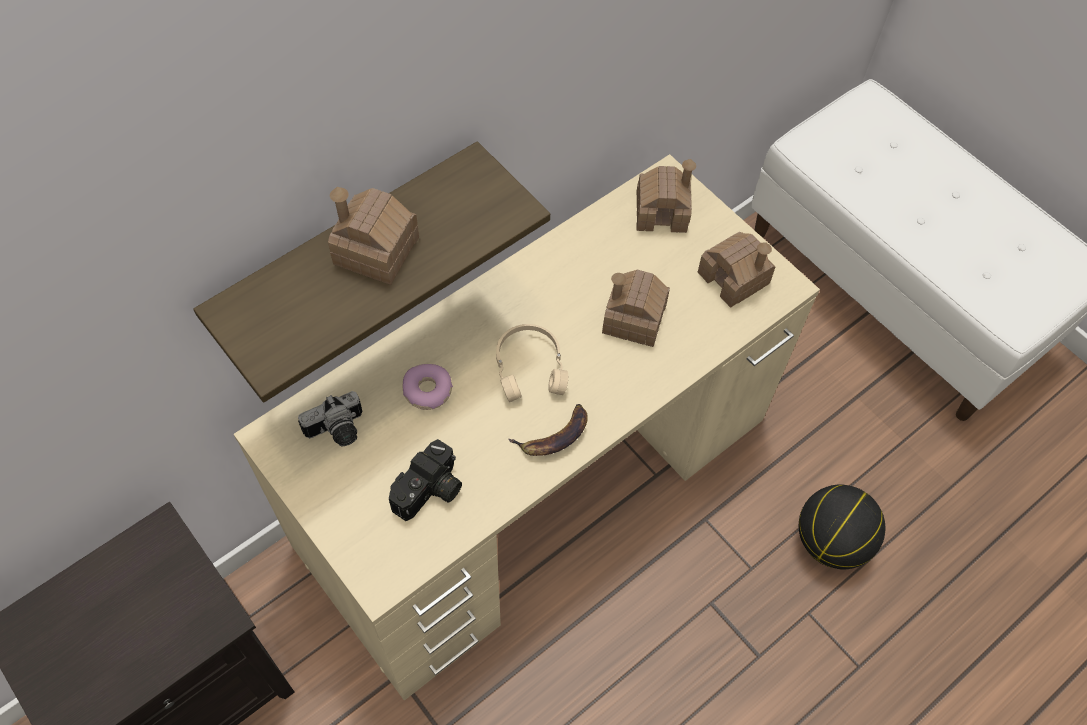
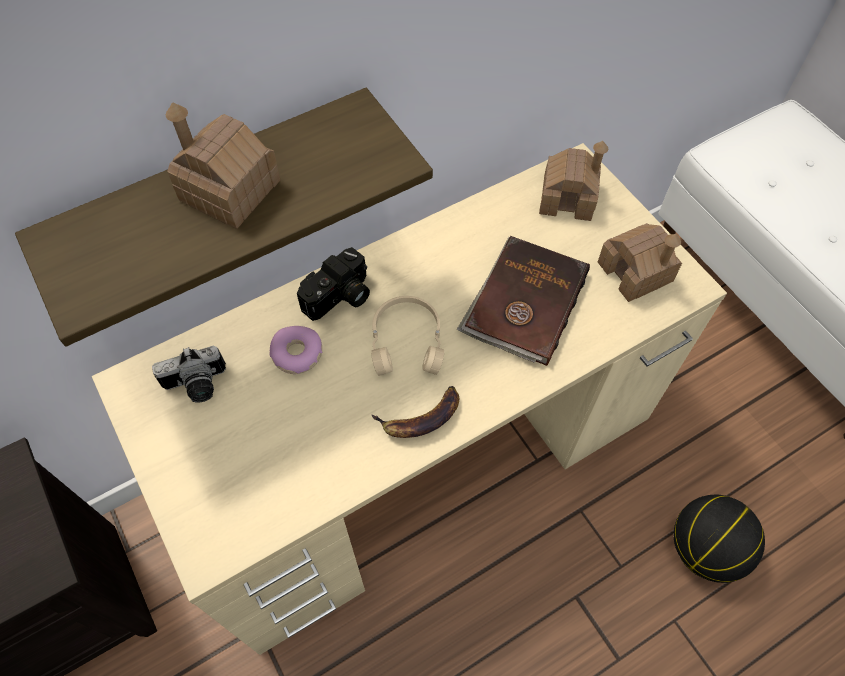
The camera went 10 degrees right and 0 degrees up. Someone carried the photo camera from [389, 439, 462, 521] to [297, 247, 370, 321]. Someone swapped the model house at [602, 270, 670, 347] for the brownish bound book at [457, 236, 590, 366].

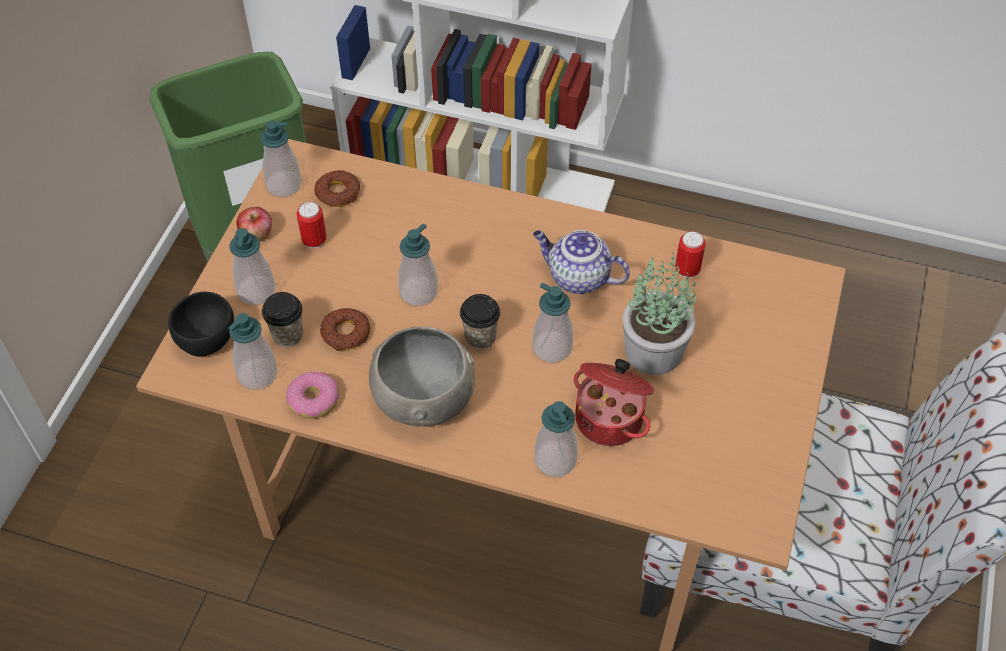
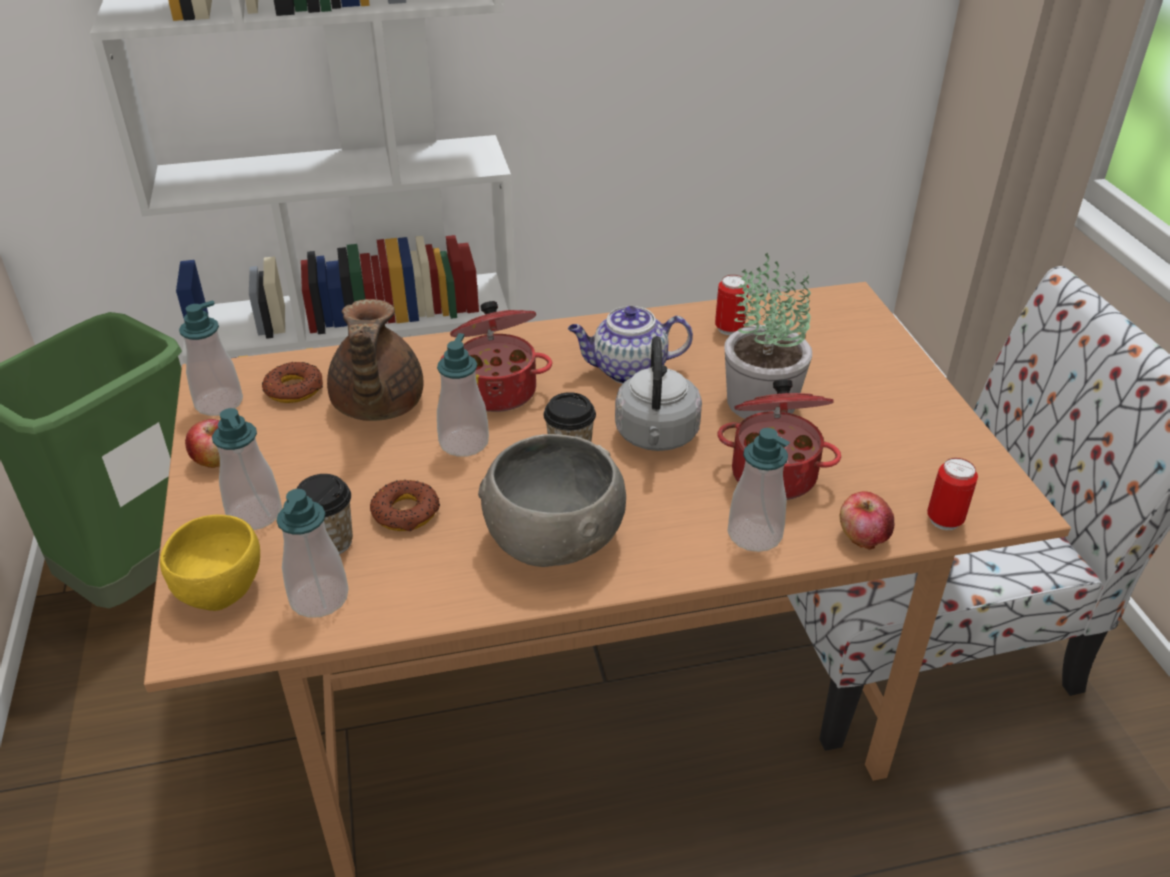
The camera went 30 degrees left and 15 degrees down. Someone repainted the blackish serving bowl at [168, 292, 234, 357], which became the yellowish serving bowl at [160, 515, 260, 611]. Someone put down the brownish tea pot at [327, 299, 424, 421]. Someone put down the cooking pot at [440, 301, 552, 412]. Someone swapped the liquid soap bottle at [533, 283, 573, 363] for the greyish water kettle at [615, 336, 702, 451]. Someone put down the apple at [840, 491, 895, 550]. Someone carried the sealed can from [296, 202, 327, 248] to [927, 458, 978, 530]. Someone took away the ring doughnut at [286, 371, 339, 419].

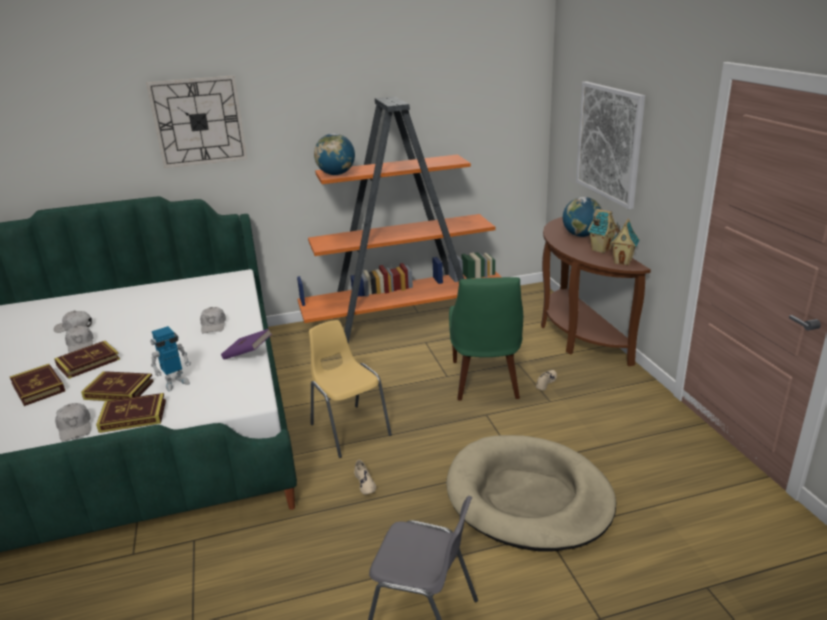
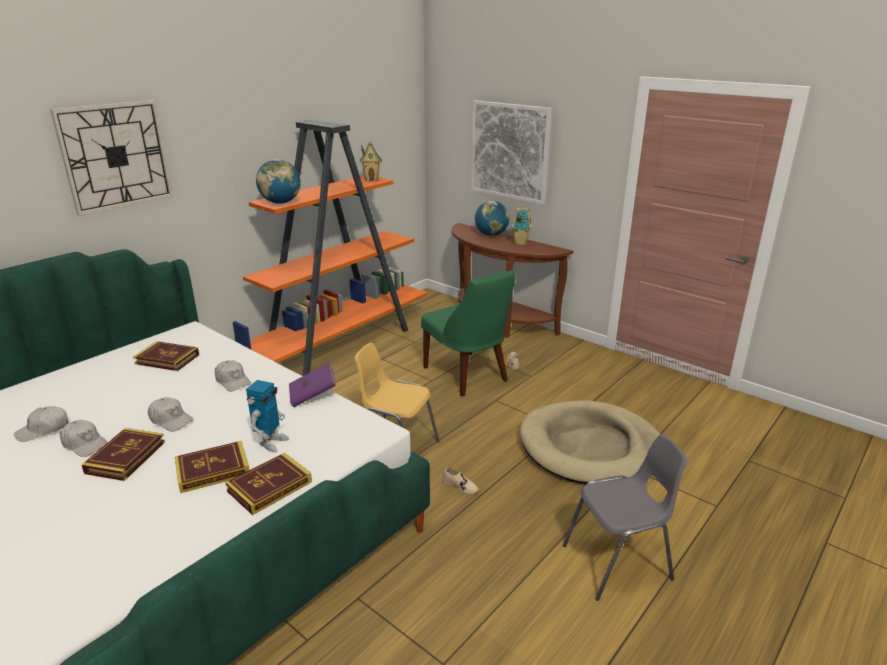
The camera went 35 degrees left and 0 degrees up. Someone carried the bound book from [10, 364, 65, 406] to [133, 341, 199, 371]. Someone carried the white-coloured cap from [55, 403, 91, 441] to [148, 397, 194, 431]. Someone carried the model house from [610, 218, 640, 266] to [360, 141, 382, 181].

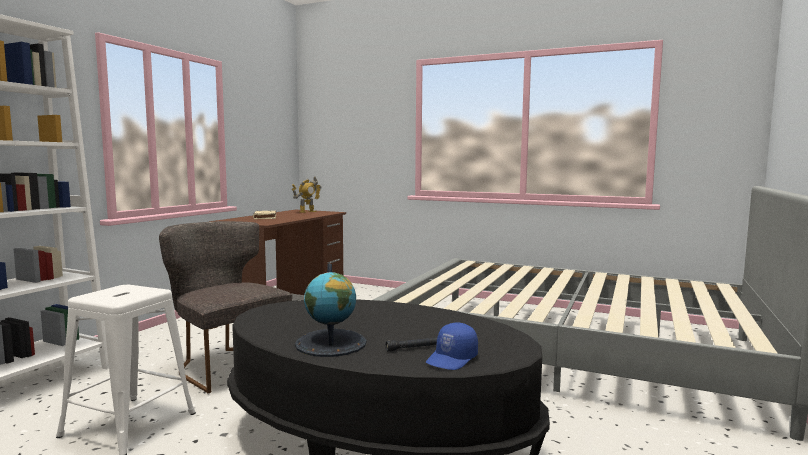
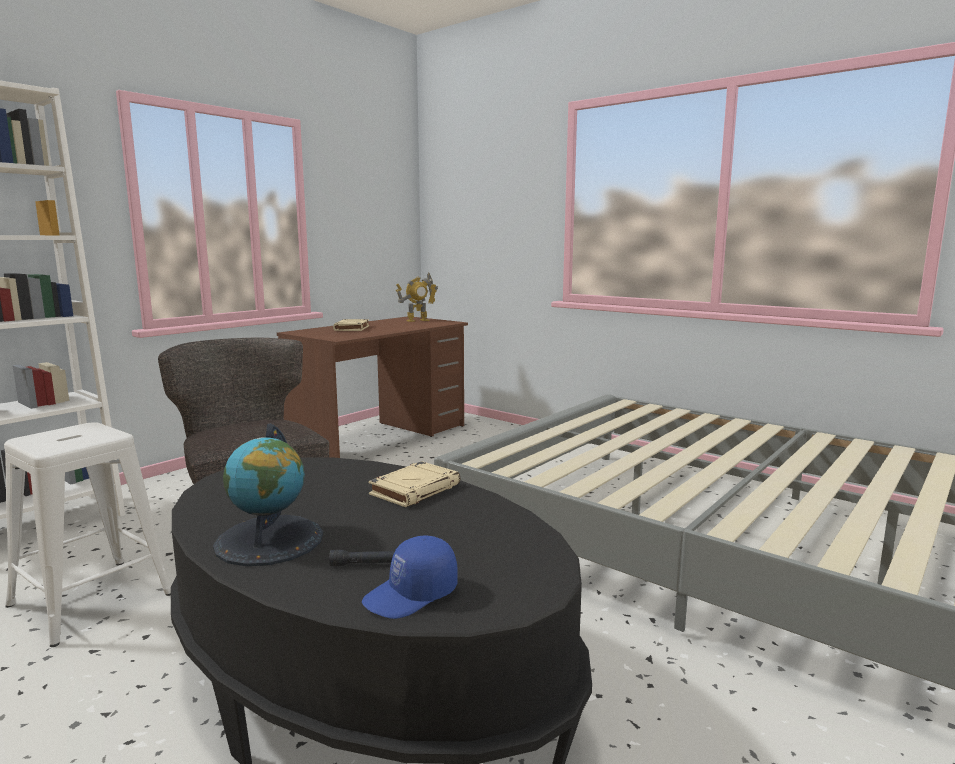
The camera went 15 degrees right and 5 degrees up. Someone put down the beige bound book at [368, 461, 460, 507].

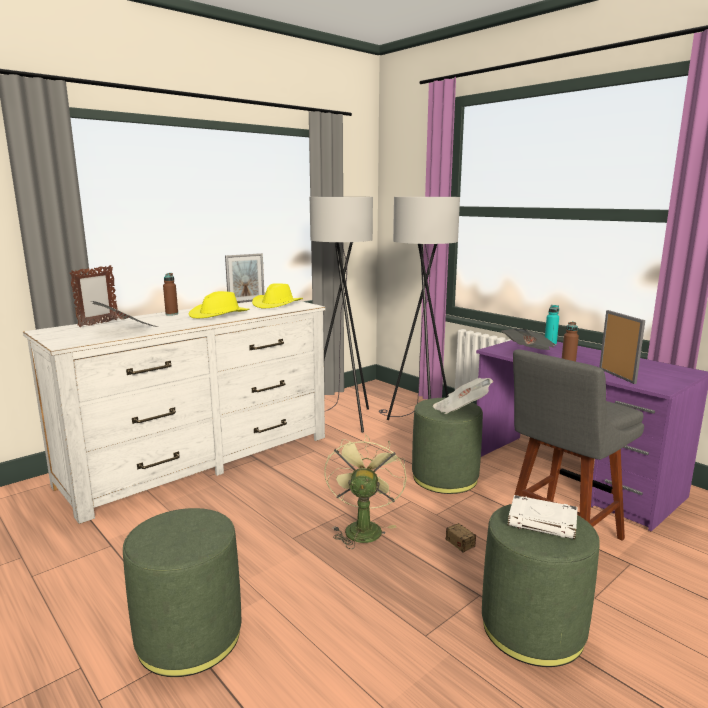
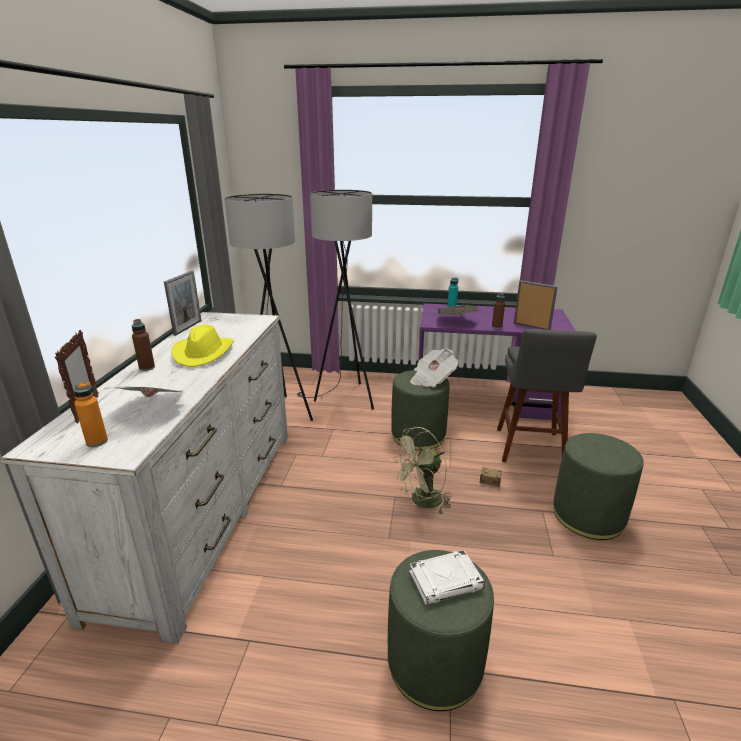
The camera went 40 degrees left and 10 degrees up. Someone put down the orange-coloured bottle at [74, 382, 108, 447]. Someone rotated the greenish fan at [324, 434, 407, 549] by 90 degrees counterclockwise. Someone carried the white-coloured bound book from [508, 495, 578, 539] to [409, 550, 485, 605]. Someone took away the yellowish clothing hat at [252, 283, 303, 308].

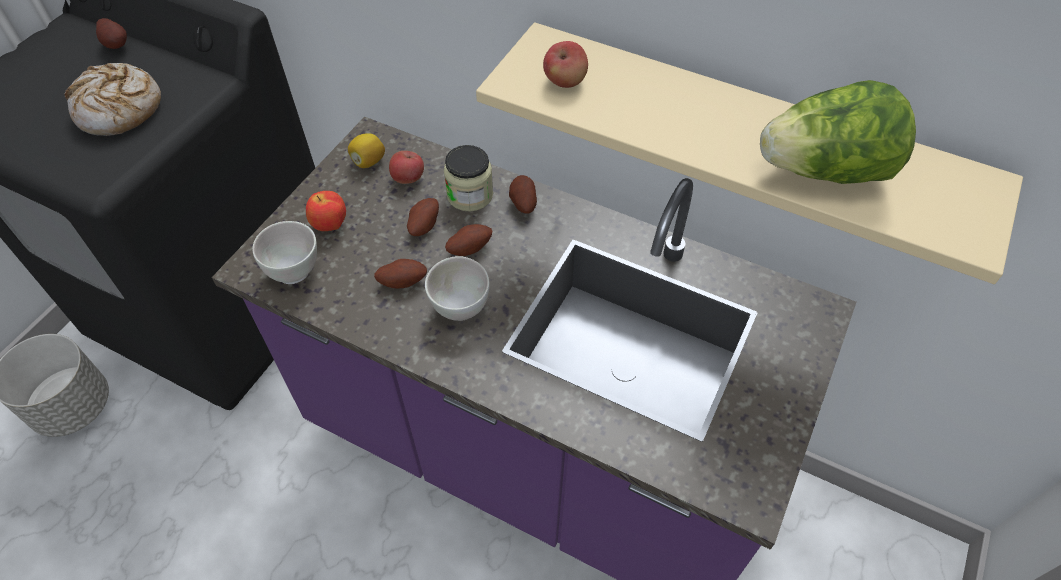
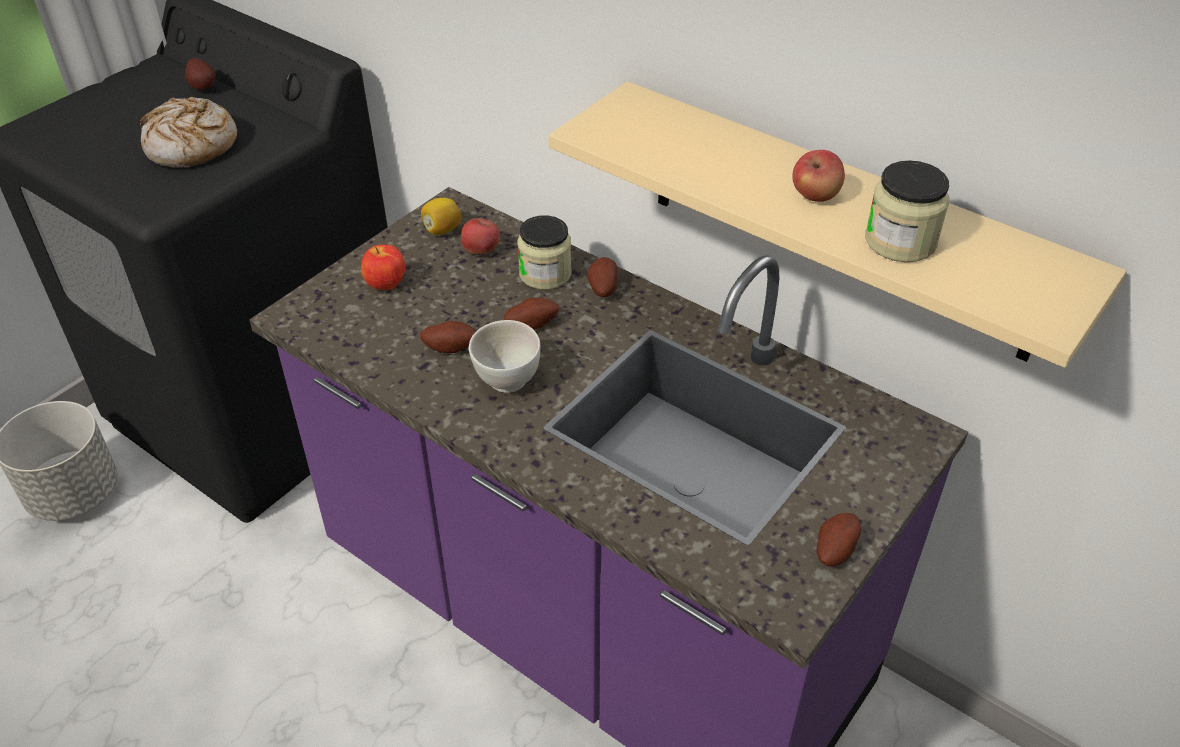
The camera went 10 degrees right and 10 degrees down. Someone carried the apple from [543, 41, 588, 88] to [792, 150, 845, 202]. Someone carried the potato from [407, 198, 439, 236] to [817, 513, 861, 566]. Someone swapped the lettuce at [760, 80, 916, 184] for the preserve jar at [865, 160, 949, 262]. Someone took away the white-coloured serving bowl at [252, 221, 317, 284].

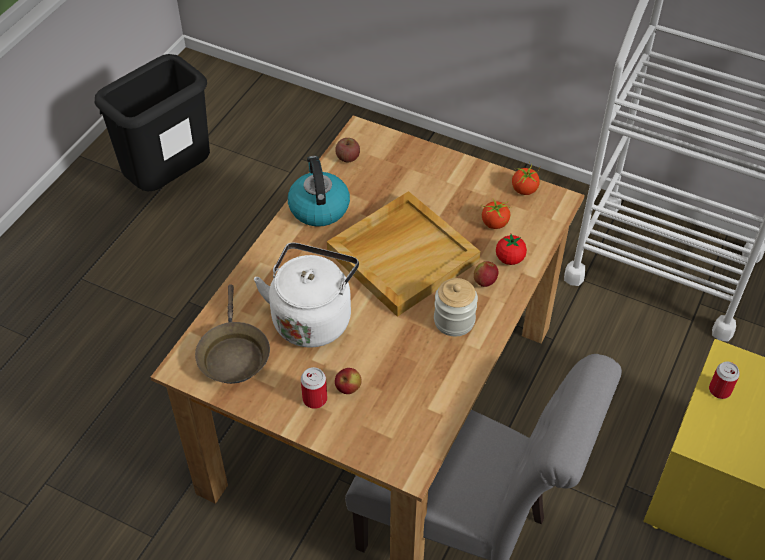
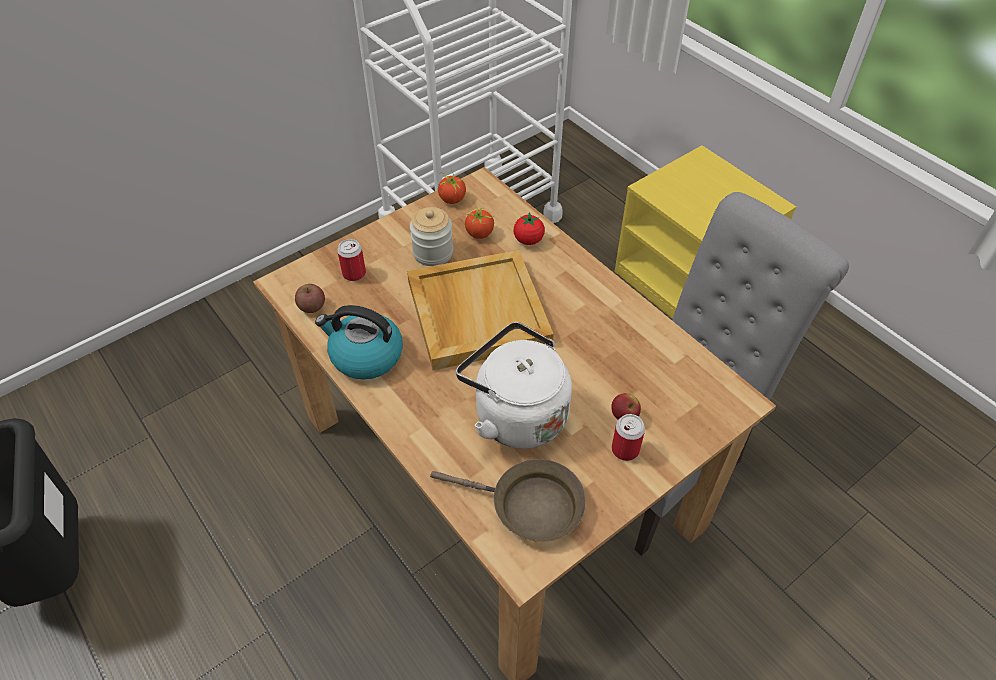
The camera went 65 degrees left and 0 degrees up. Someone carried the sealed can from [709, 362, 740, 399] to [337, 239, 366, 281]. Someone carried the preserve jar from [434, 278, 478, 336] to [410, 207, 453, 266]. Someone took away the apple at [474, 261, 498, 287].

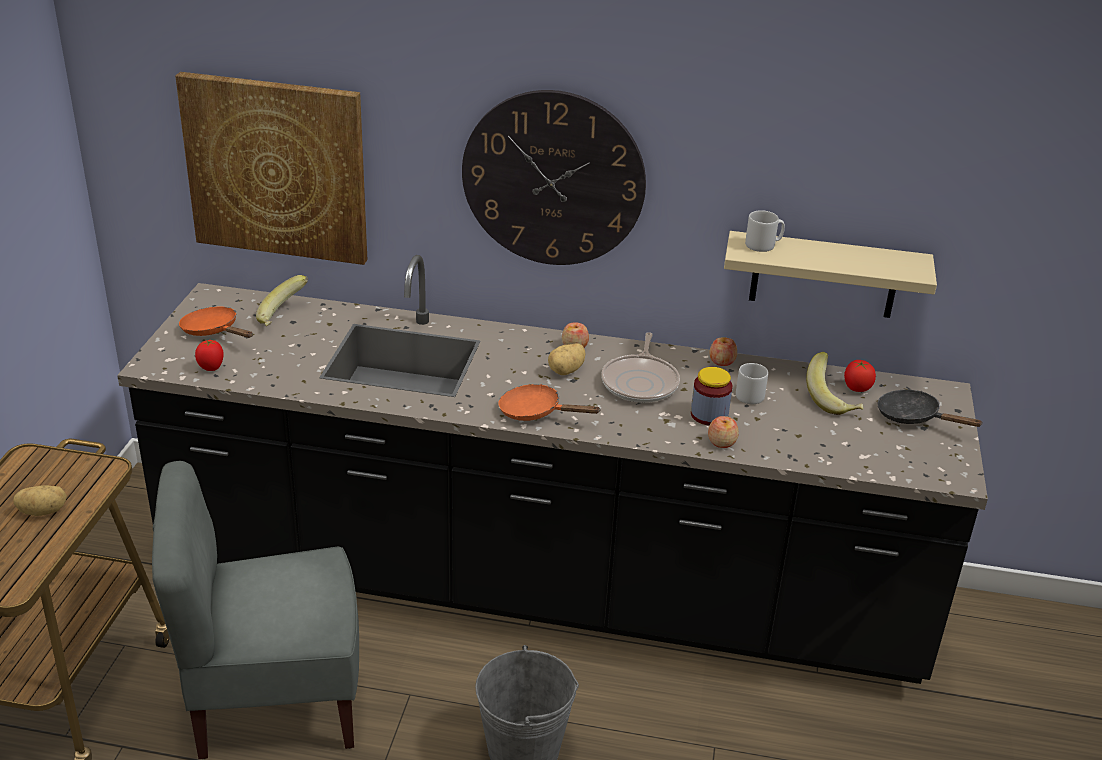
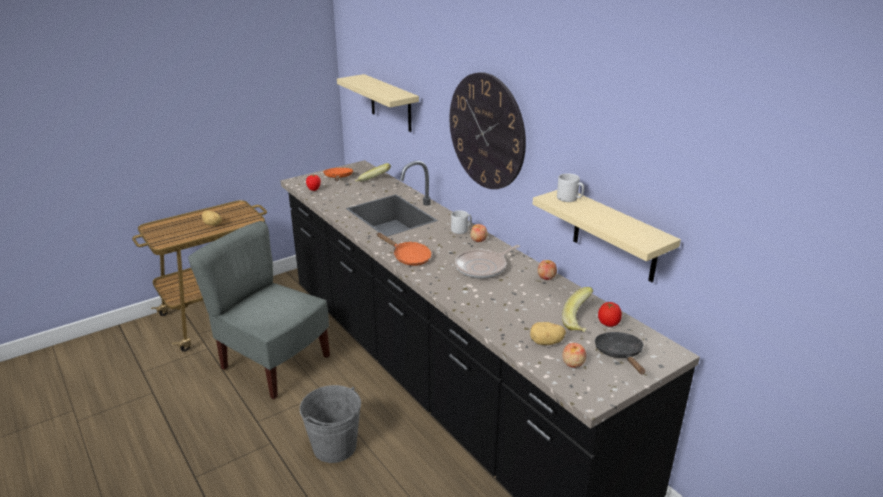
The camera went 45 degrees right and 5 degrees down. Someone swapped the picture at [175, 72, 367, 265] for the beige wall shelf at [337, 74, 419, 132]. Someone rotated the orange-coloured skillet at [498, 384, 600, 421] by 150 degrees clockwise. Someone carried the greyish mug from [736, 363, 768, 404] to [451, 210, 472, 234]. Someone carried the potato from [548, 343, 586, 375] to [530, 322, 566, 345]. Someone carried the apple from [708, 416, 739, 448] to [562, 343, 586, 368]. Someone took away the preserve jar at [691, 367, 733, 426].

